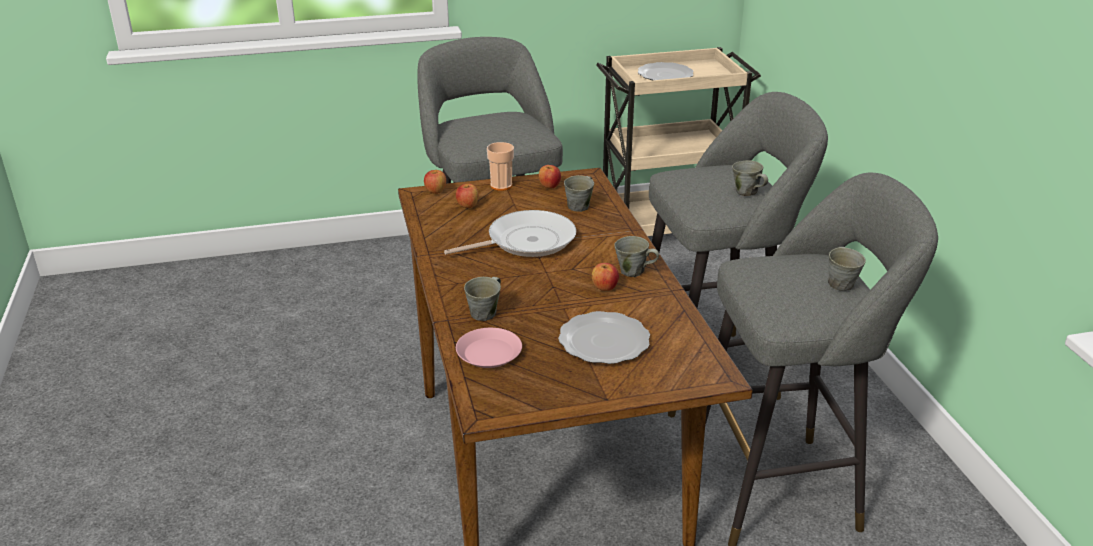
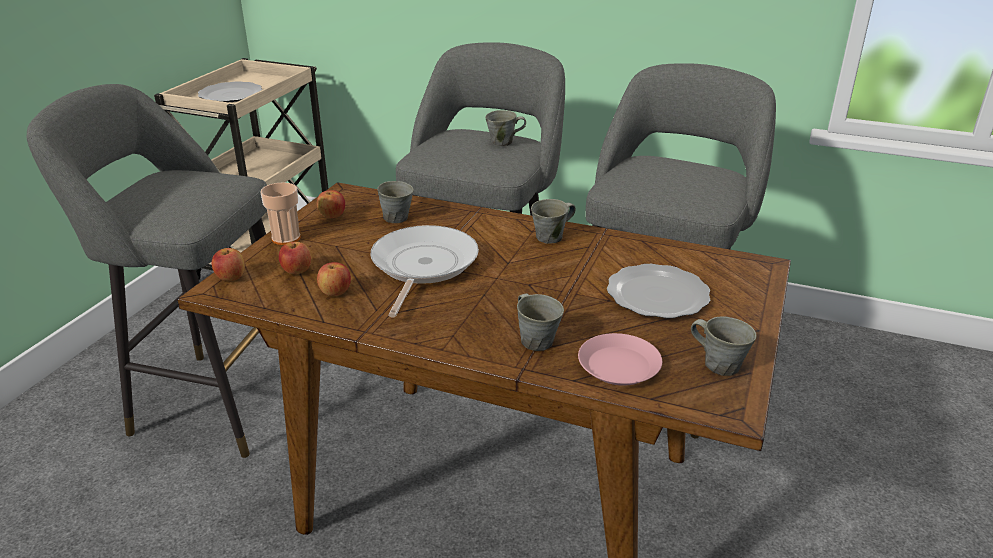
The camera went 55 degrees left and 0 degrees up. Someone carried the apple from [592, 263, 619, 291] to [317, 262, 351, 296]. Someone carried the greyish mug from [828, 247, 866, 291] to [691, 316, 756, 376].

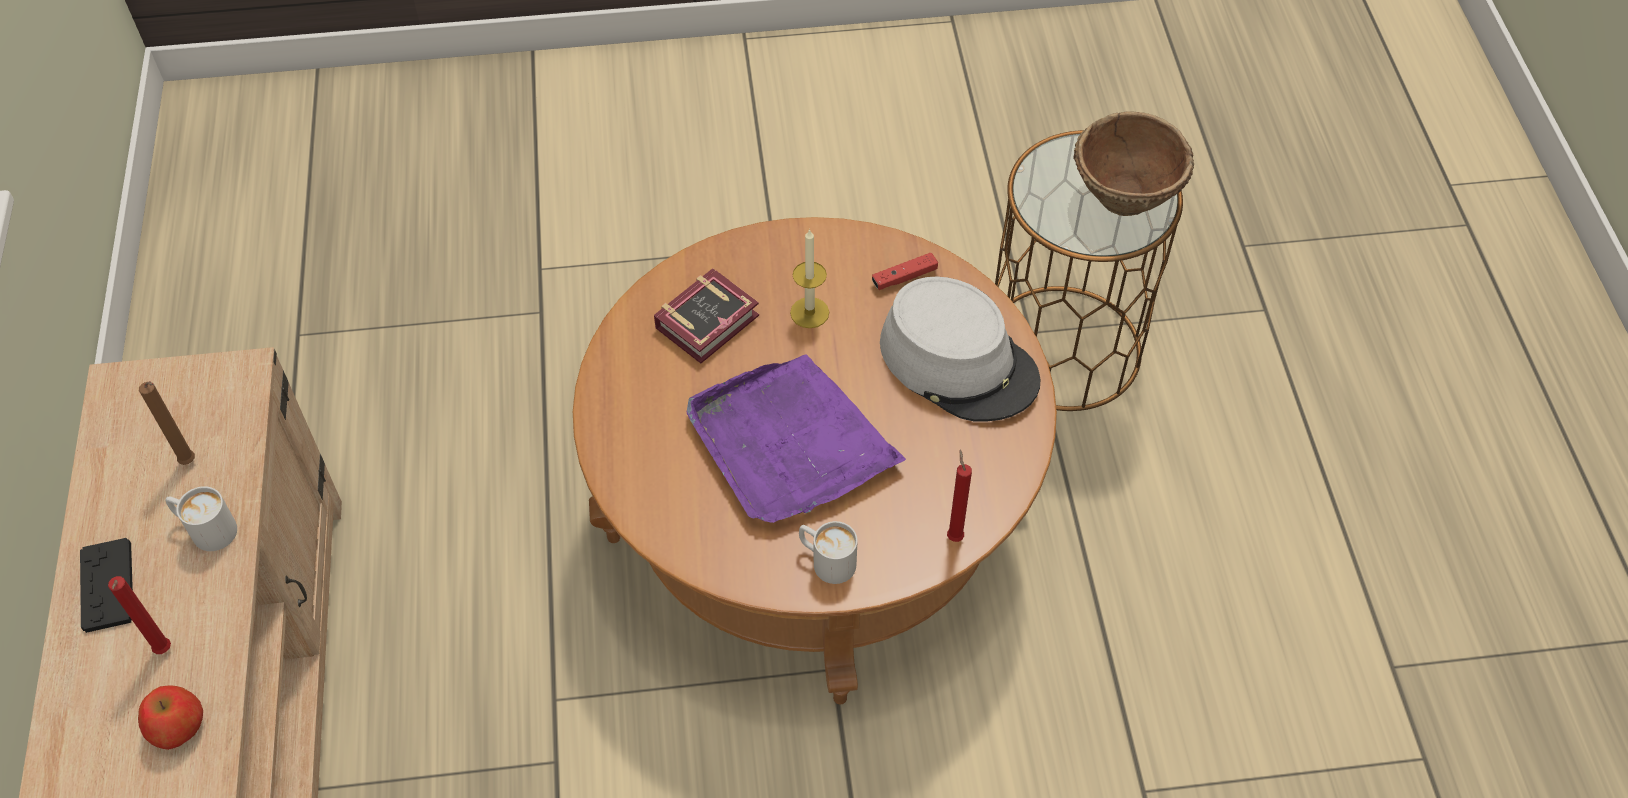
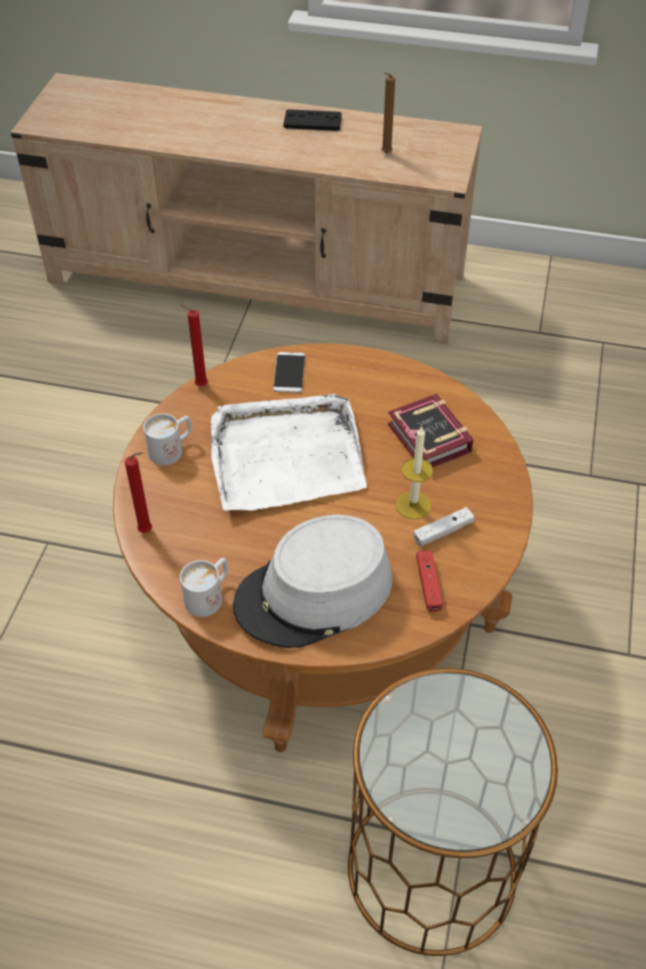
The camera went 110 degrees right and 5 degrees down. Someone carried the reddish wax light from [108, 576, 171, 654] to [180, 305, 208, 386]. Someone carried the white-coloured mug from [165, 486, 237, 551] to [180, 558, 228, 617]. Someone repainted the purple carrying tray at [687, 354, 906, 523], which became the white-coloured carrying tray at [211, 394, 367, 511]. Someone put down the handset at [273, 352, 305, 393]. Someone put down the white-coloured gamepad at [413, 507, 474, 546]. Someone took away the apple at [138, 685, 203, 750]. Someone took away the brownish serving bowl at [1073, 111, 1194, 216].

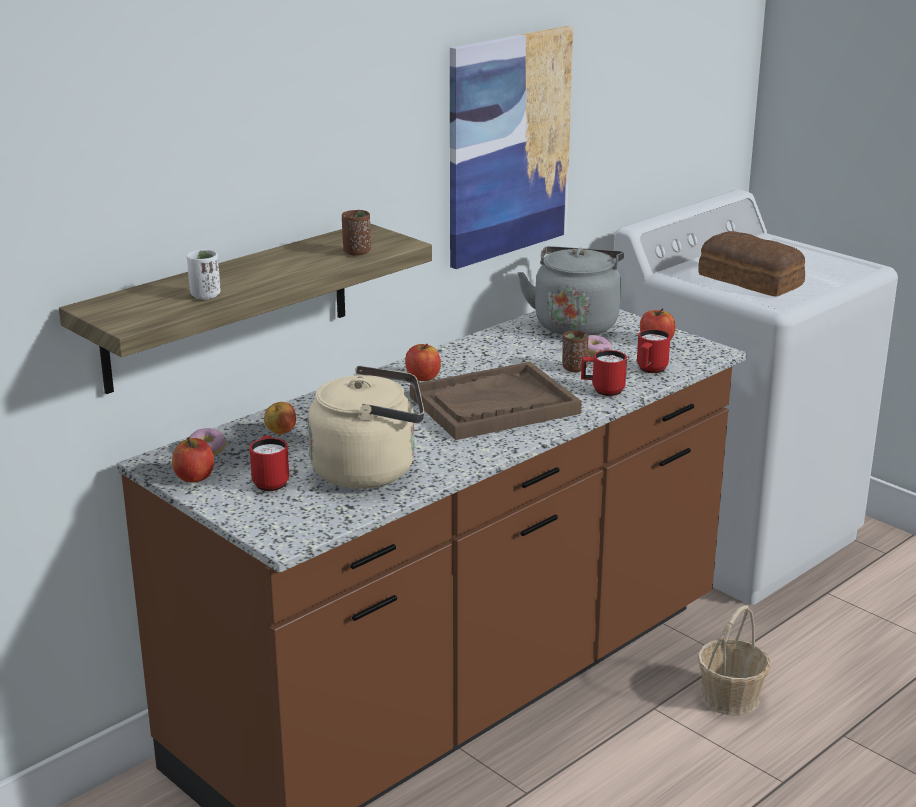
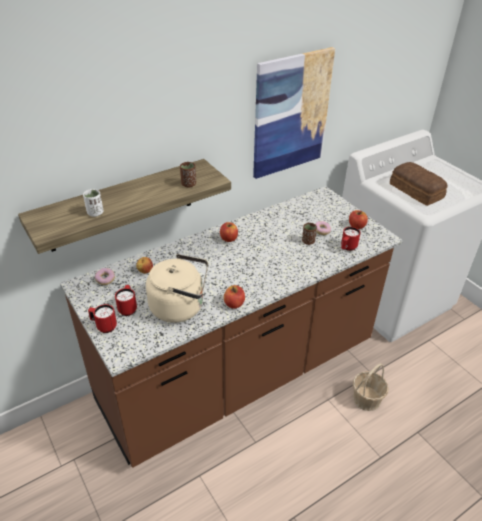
The camera went 10 degrees right and 15 degrees up. Someone carried the reddish mug from [581, 350, 627, 396] to [88, 304, 117, 333]. Someone carried the apple from [172, 437, 214, 483] to [224, 285, 245, 309]. Someone took away the brownish carrying tray at [410, 362, 582, 440]. Someone took away the greyish water kettle at [518, 246, 624, 335].

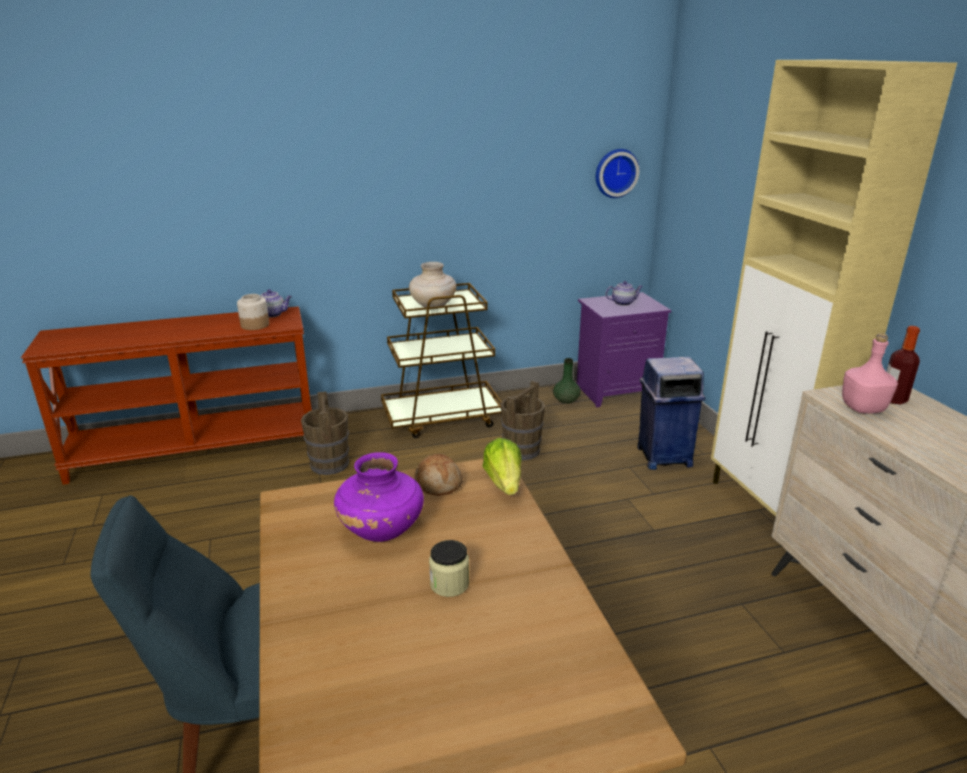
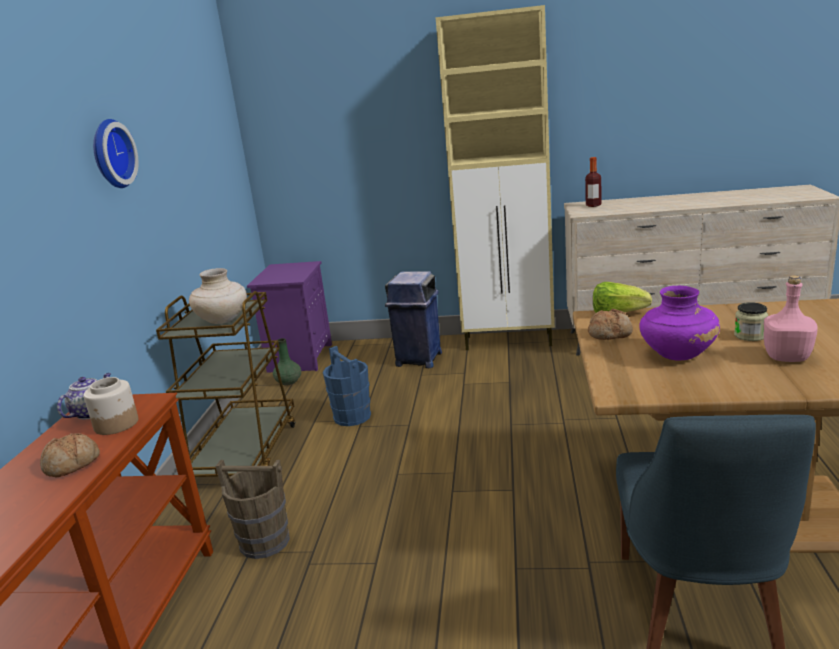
The camera went 65 degrees left and 5 degrees down. Someone put down the bread at [40, 433, 100, 478]. Someone carried the hanging clock from [596, 149, 640, 198] to [93, 119, 138, 188]. Someone repainted the brownish bucket at [501, 381, 545, 460], which became the bluish bucket at [323, 346, 371, 426]. Someone carried the pinkish bottle from [842, 333, 898, 414] to [763, 275, 818, 362]. Someone took away the tea pot at [606, 281, 643, 306].

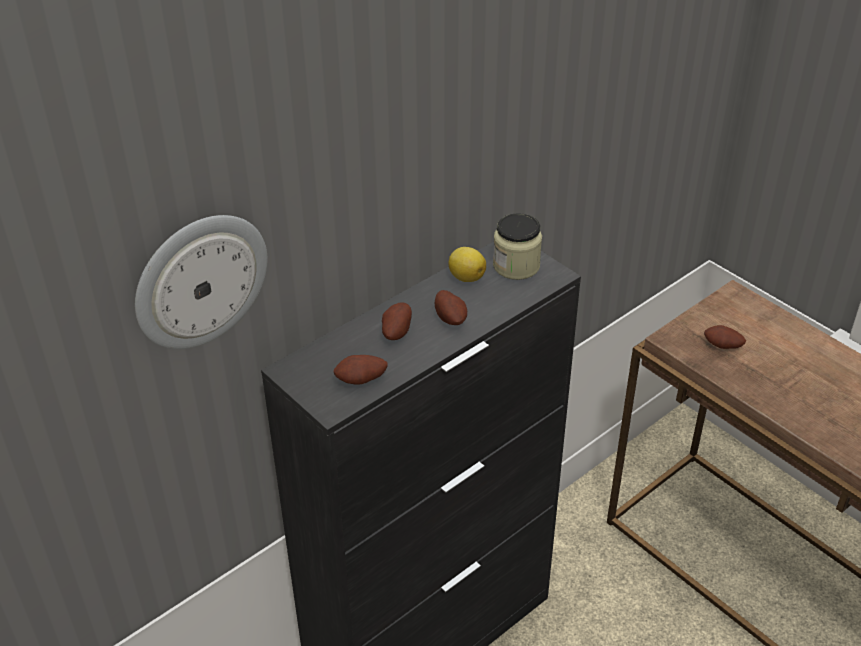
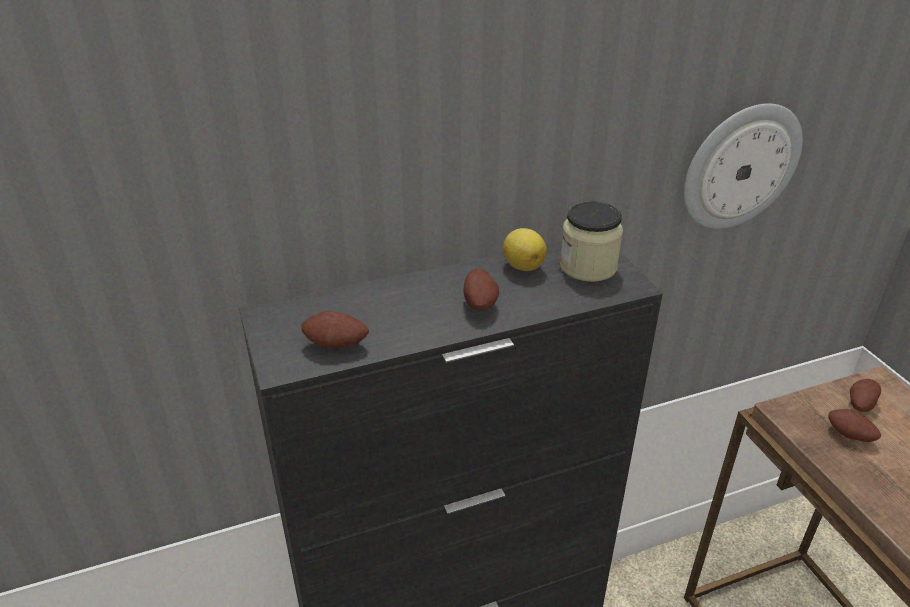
The camera went 20 degrees right and 5 degrees down. Someone carried the hanging clock from [135, 215, 267, 349] to [684, 103, 803, 229]. Someone carried the potato from [382, 302, 412, 340] to [850, 379, 881, 412].

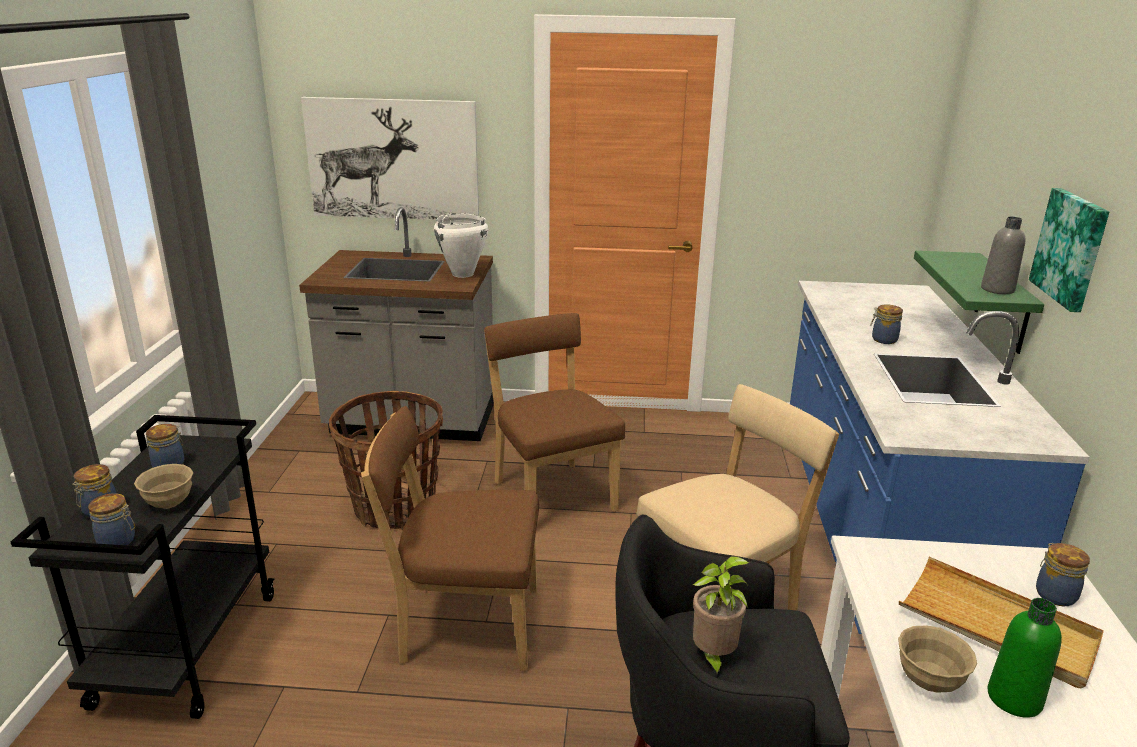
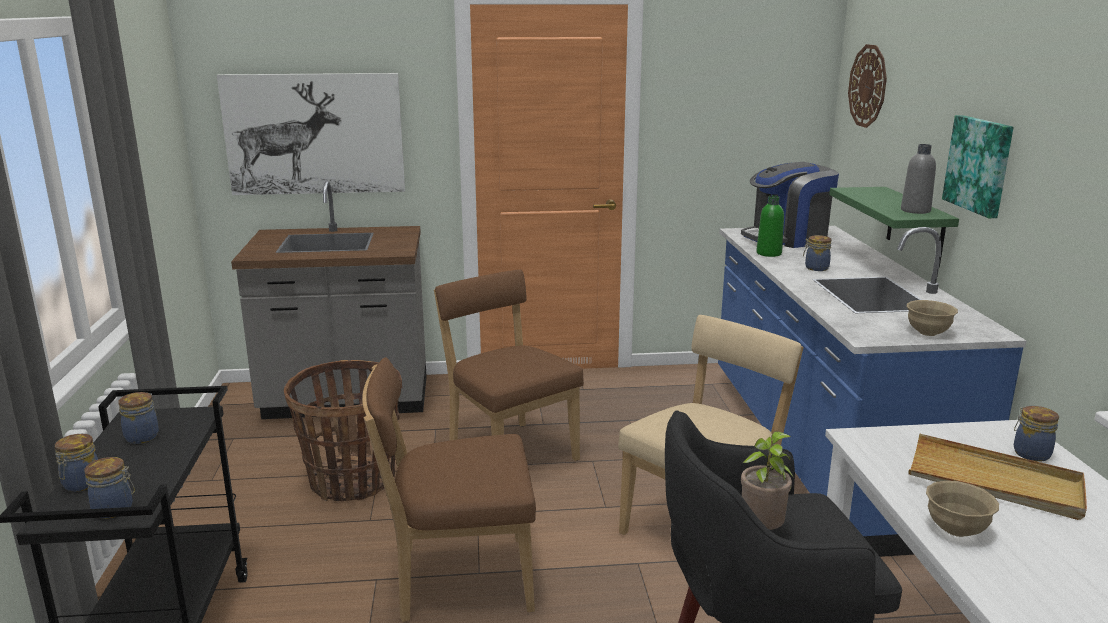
The camera went 10 degrees left and 5 degrees down. Someone put down the coffee brewer at [741, 162, 839, 248]. Someone carried the greenish bottle from [988, 598, 1062, 718] to [756, 196, 784, 257]. Someone put up the hanging clock at [848, 44, 887, 128]. Someone carried the beige serving bowl from [134, 464, 193, 509] to [907, 300, 958, 336]. Someone took away the white-coloured cooking pot at [434, 213, 488, 278].

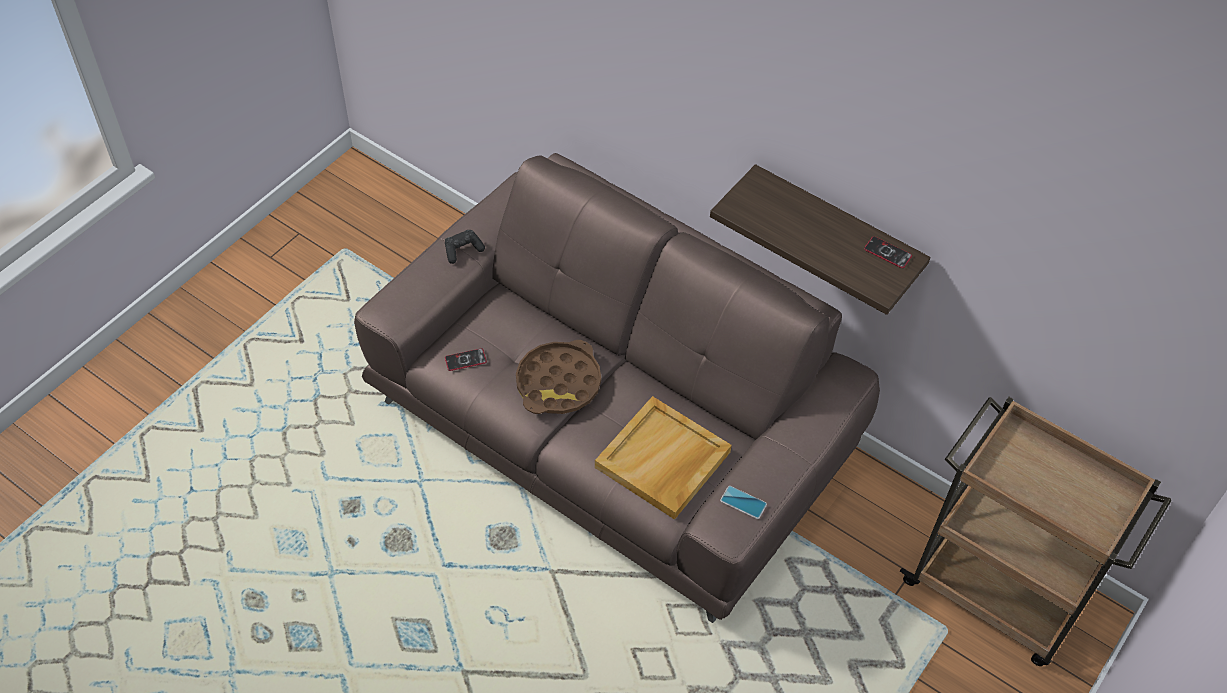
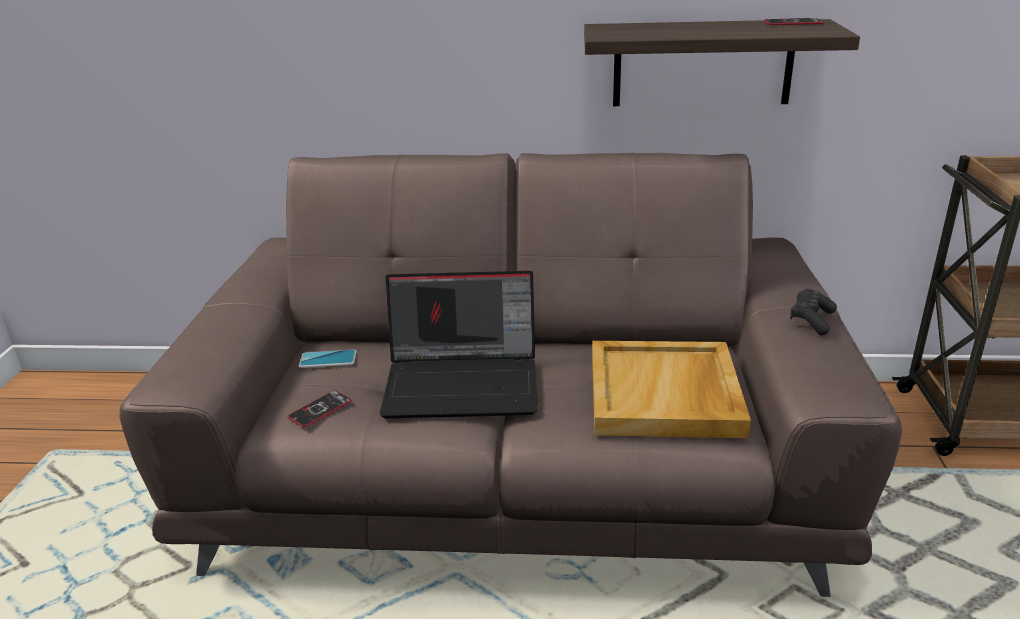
The camera went 30 degrees left and 25 degrees down. Someone carried the handset from [720, 486, 767, 519] to [299, 350, 356, 368]. Someone swapped the brownish carrying tray at [516, 340, 601, 414] for the laptop at [379, 271, 537, 418]. Someone carried the blackish gamepad from [445, 230, 485, 264] to [790, 289, 837, 336].

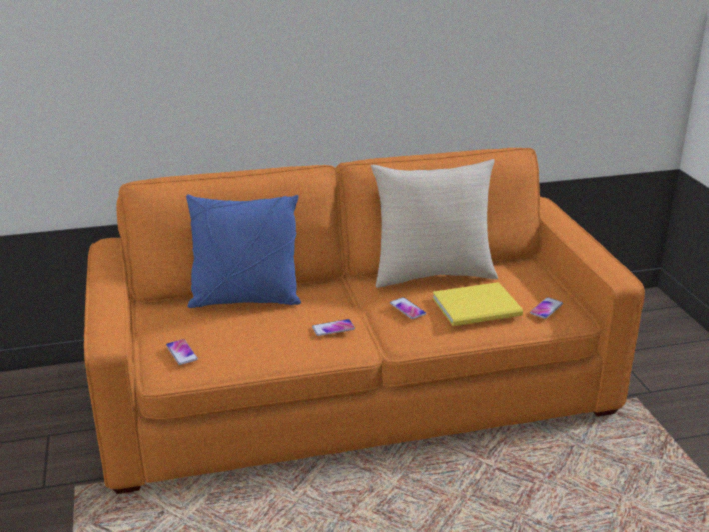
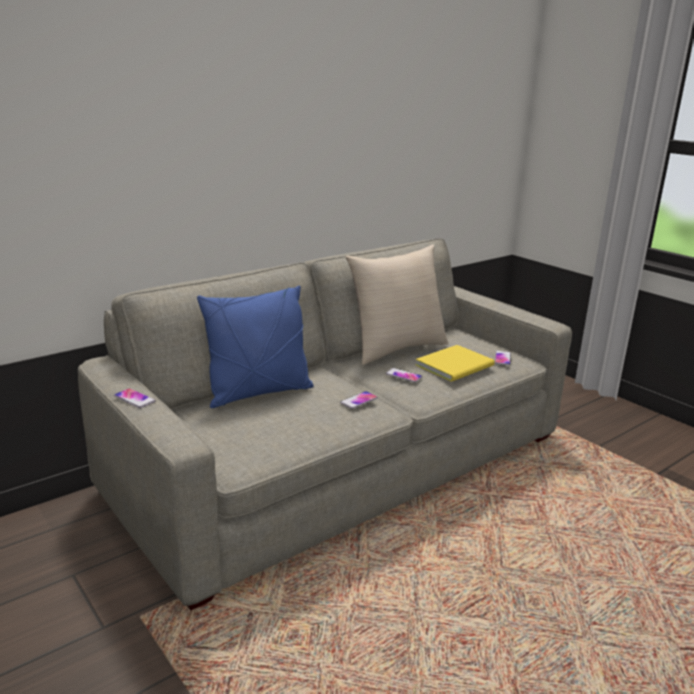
The camera went 25 degrees left and 5 degrees down. Someone repainted the orange-coloured sofa at [84, 148, 645, 494], which became the greyish sofa at [78, 238, 572, 610]. Someone carried the handset from [166, 339, 198, 365] to [114, 388, 155, 408].

